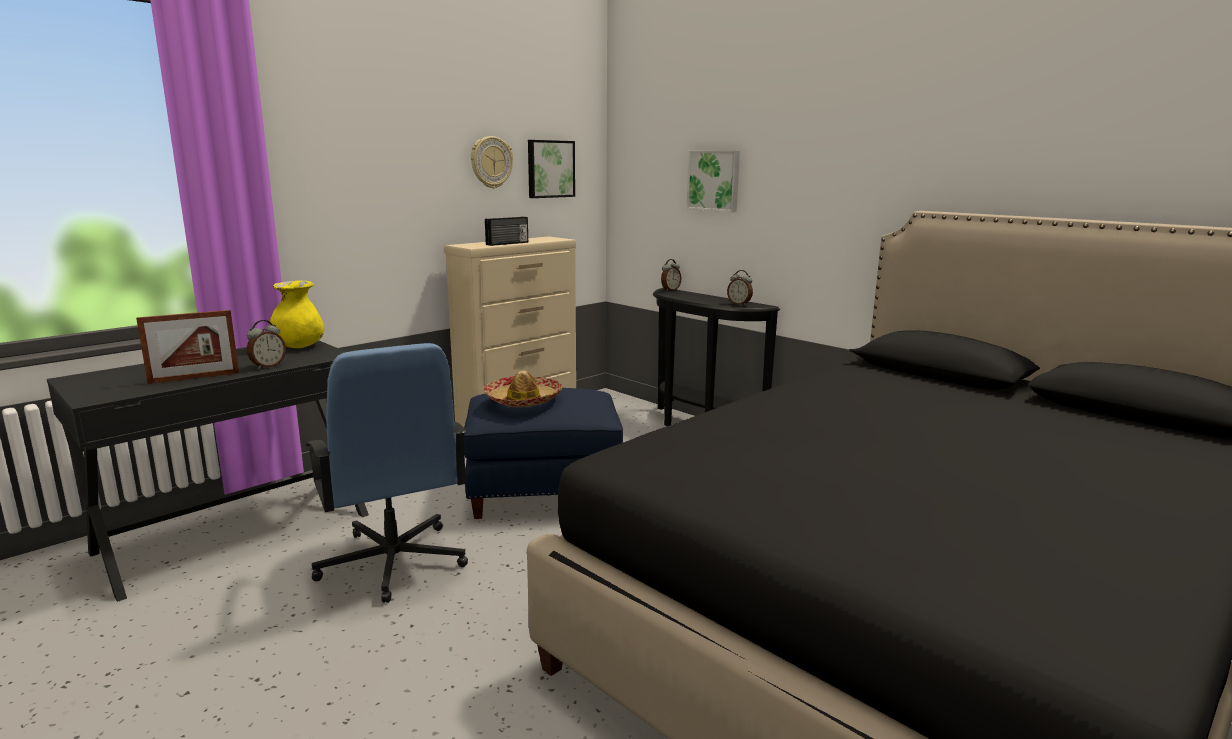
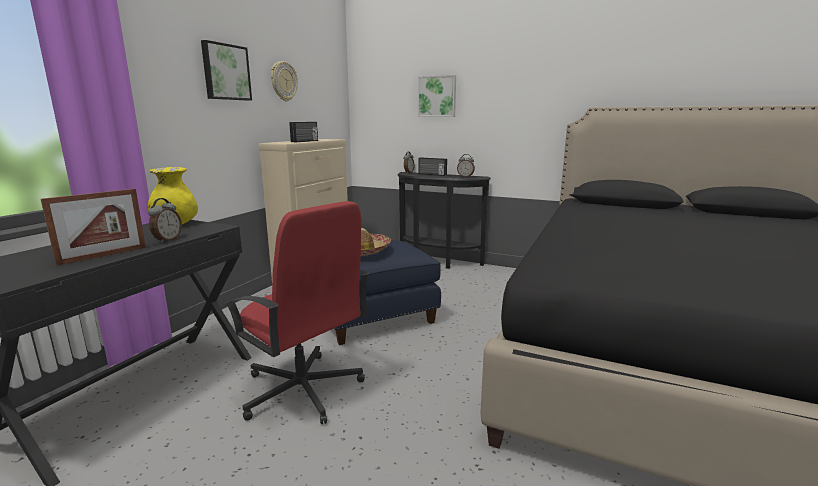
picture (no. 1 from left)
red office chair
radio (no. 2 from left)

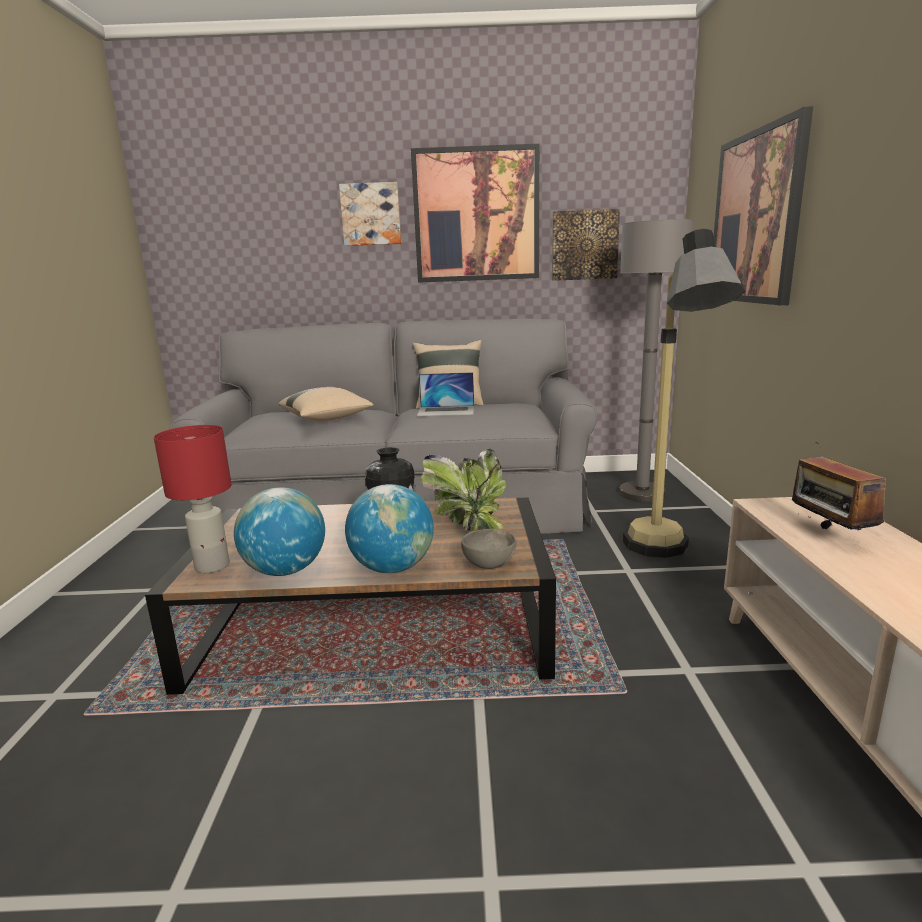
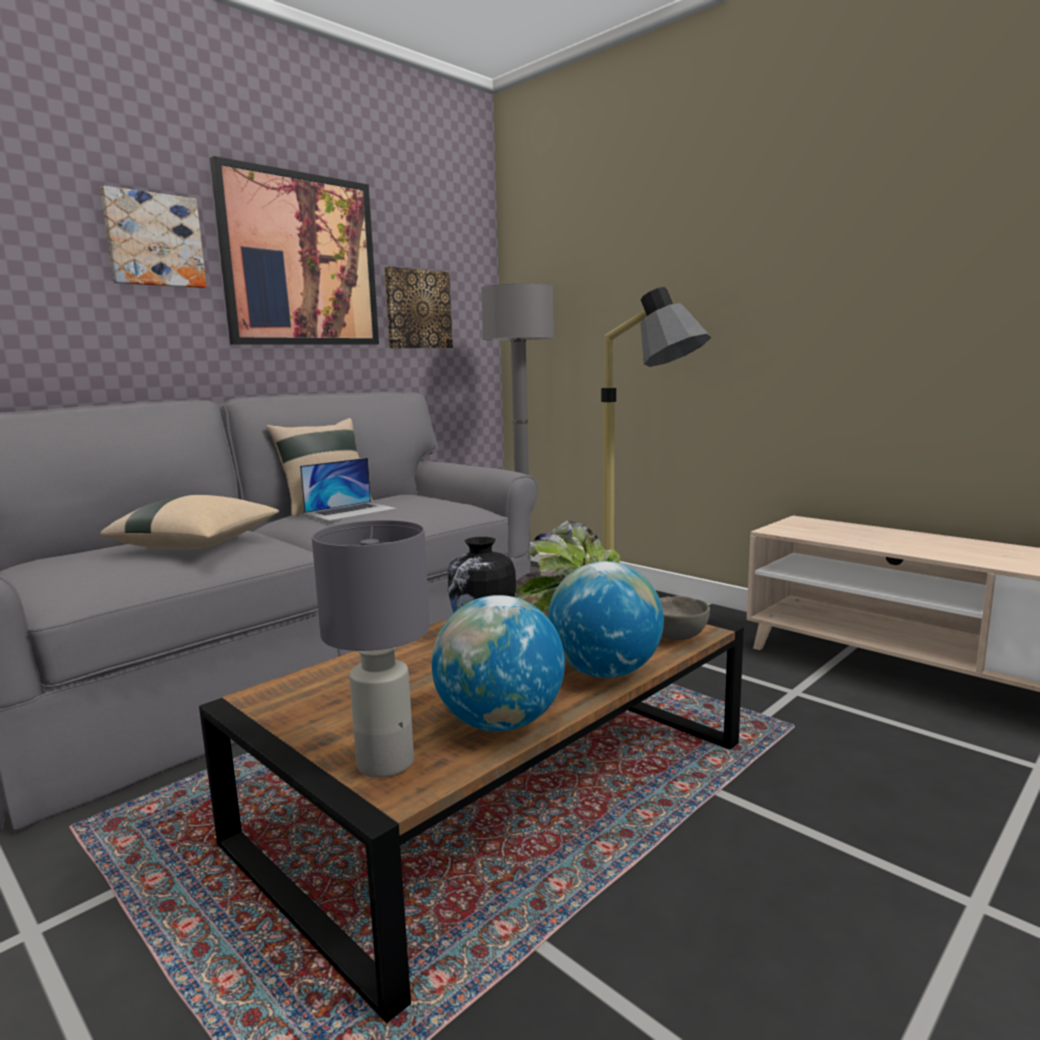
grey table lamp
picture (no. 4 from left in the first image)
radio

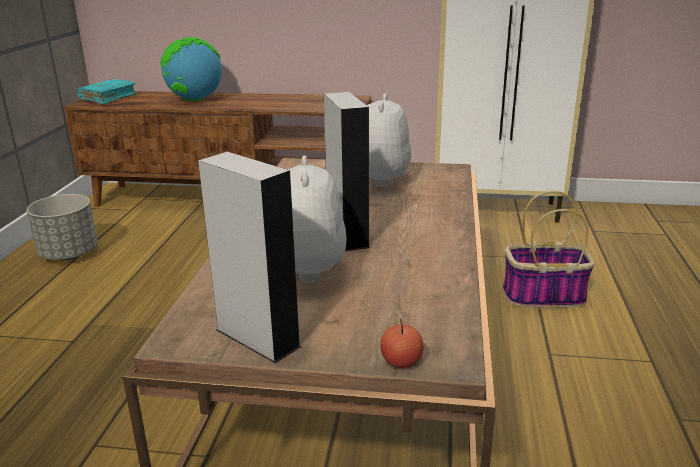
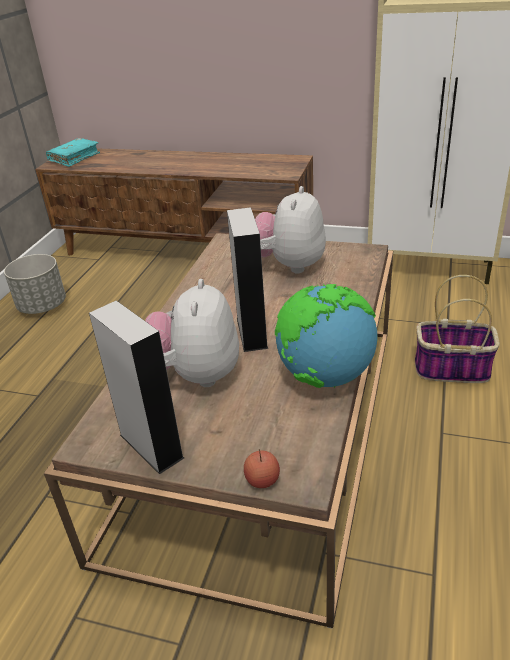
globe

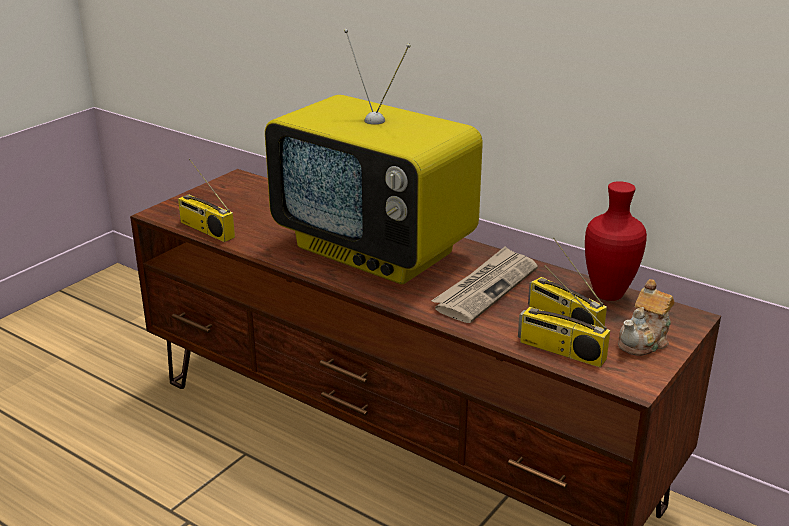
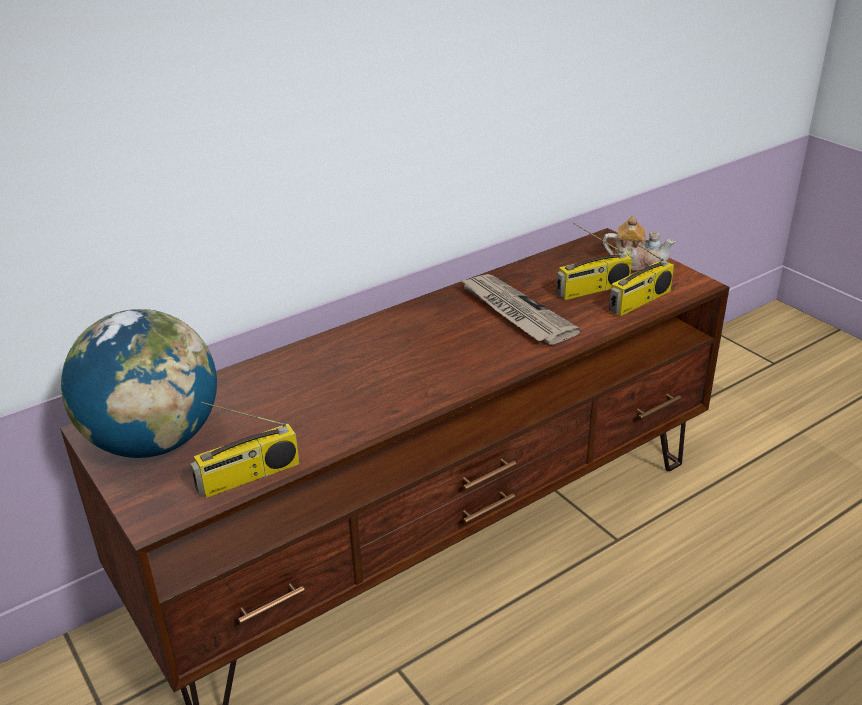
globe
teapot
television
red vase

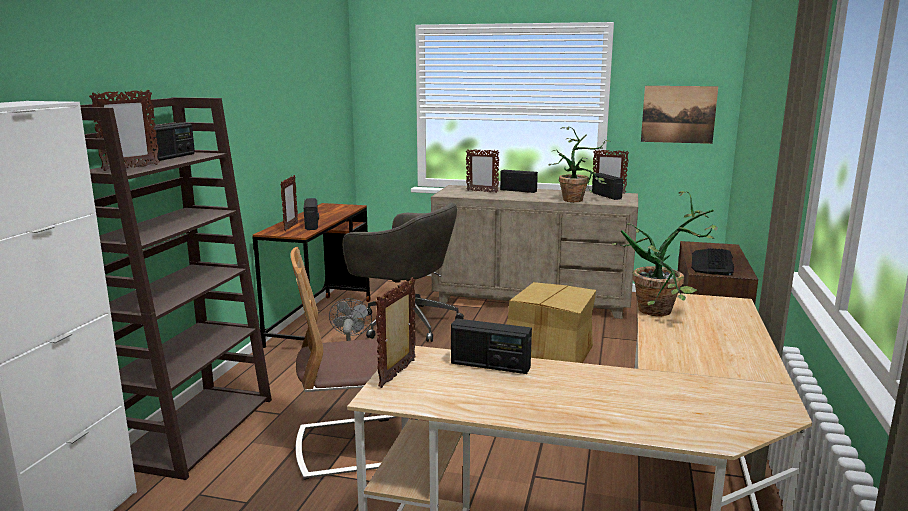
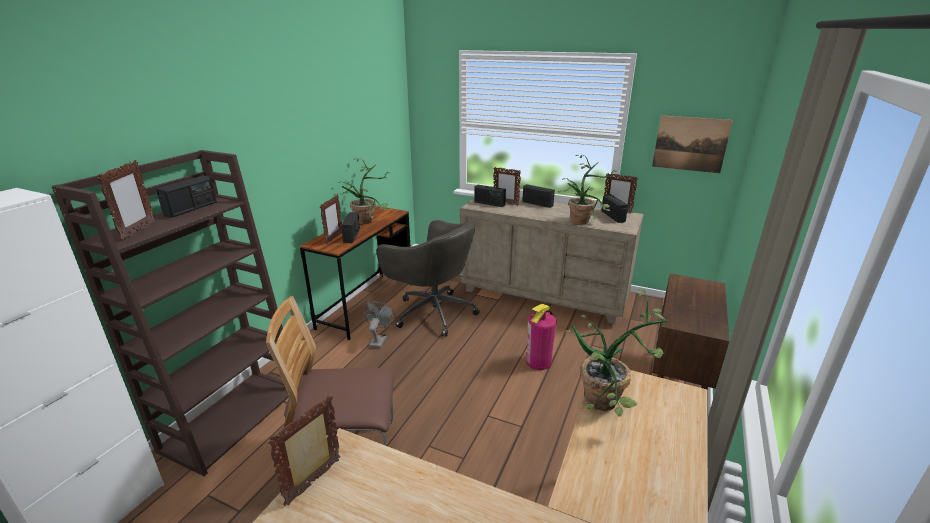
picture frame (no. 1 from left)
potted plant (no. 1 from left)
radio (no. 3 from left)
fire extinguisher
keyboard

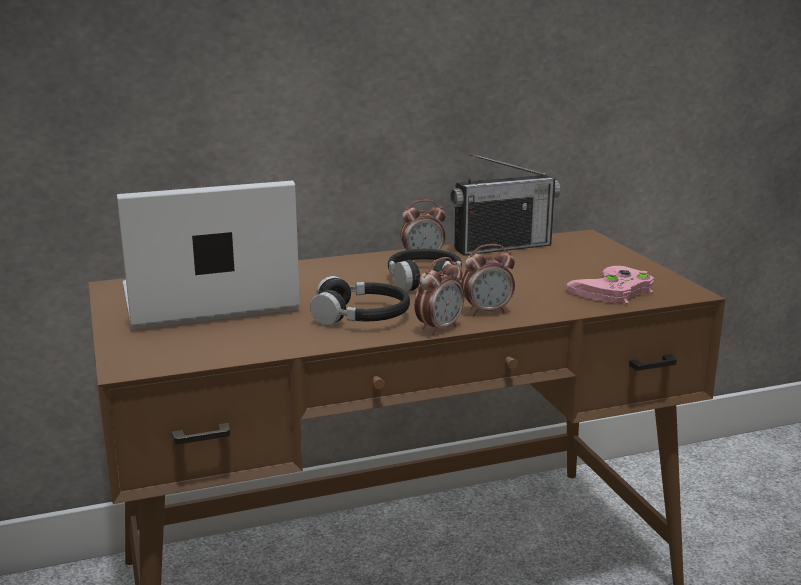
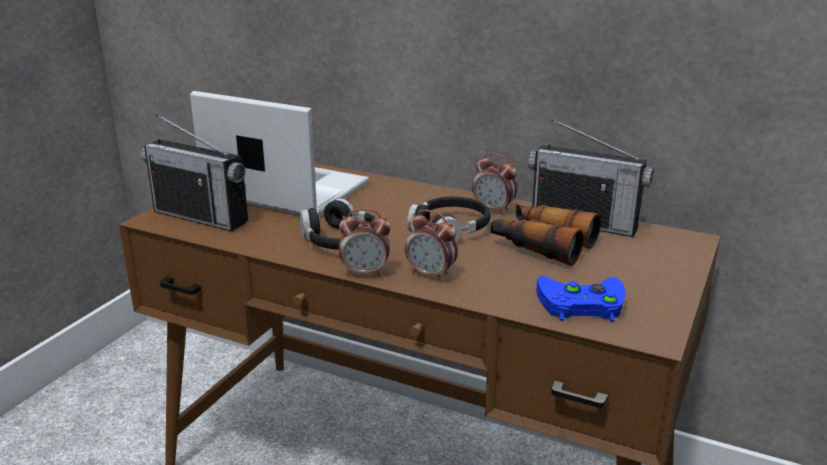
radio (no. 1 from left)
binoculars
blue game controller

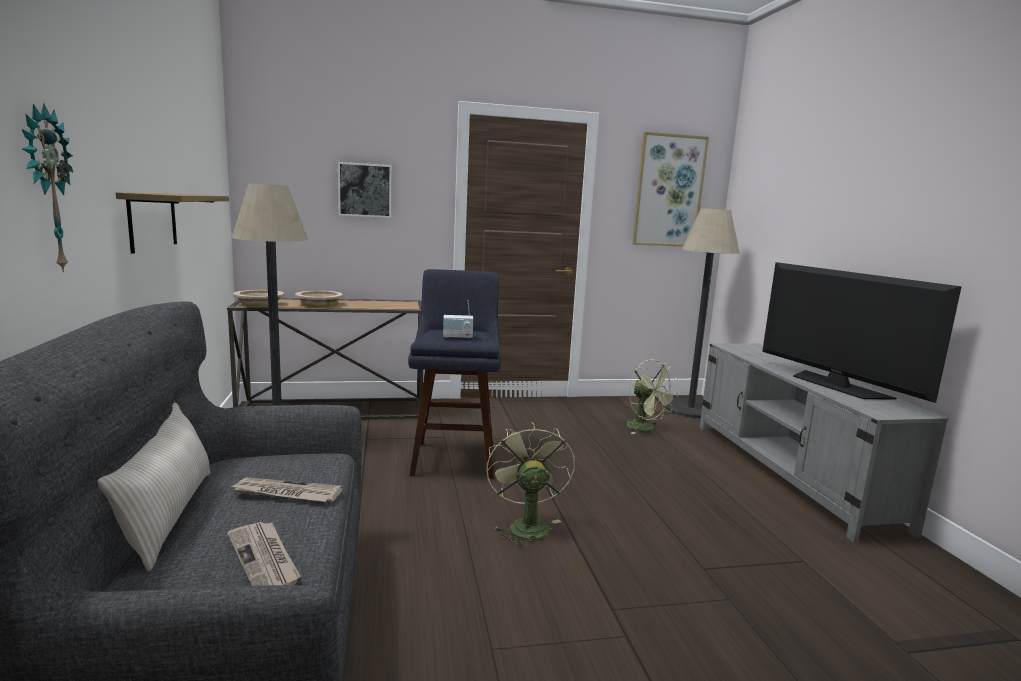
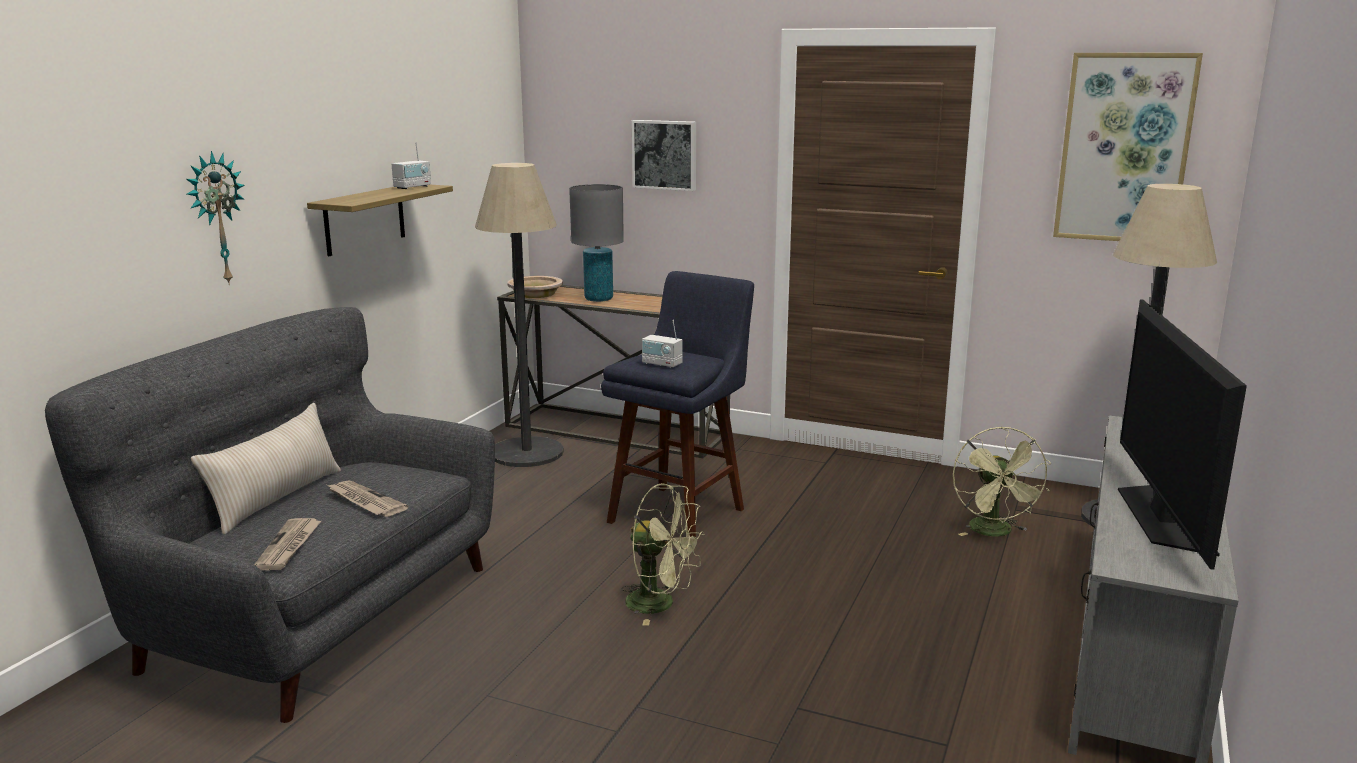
radio (no. 1 from left)
grey table lamp
green fan (no. 1 from left)

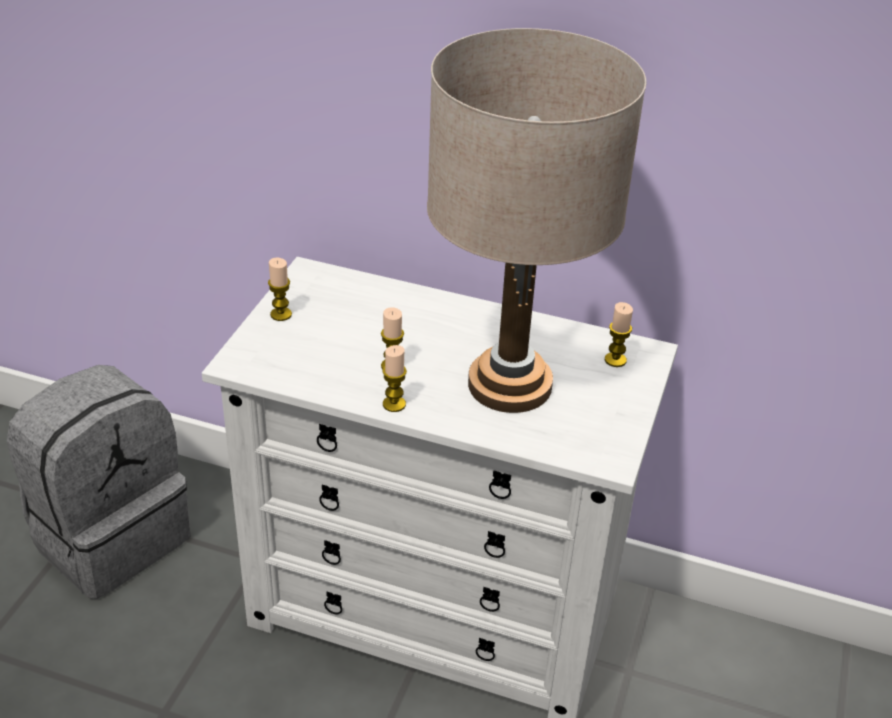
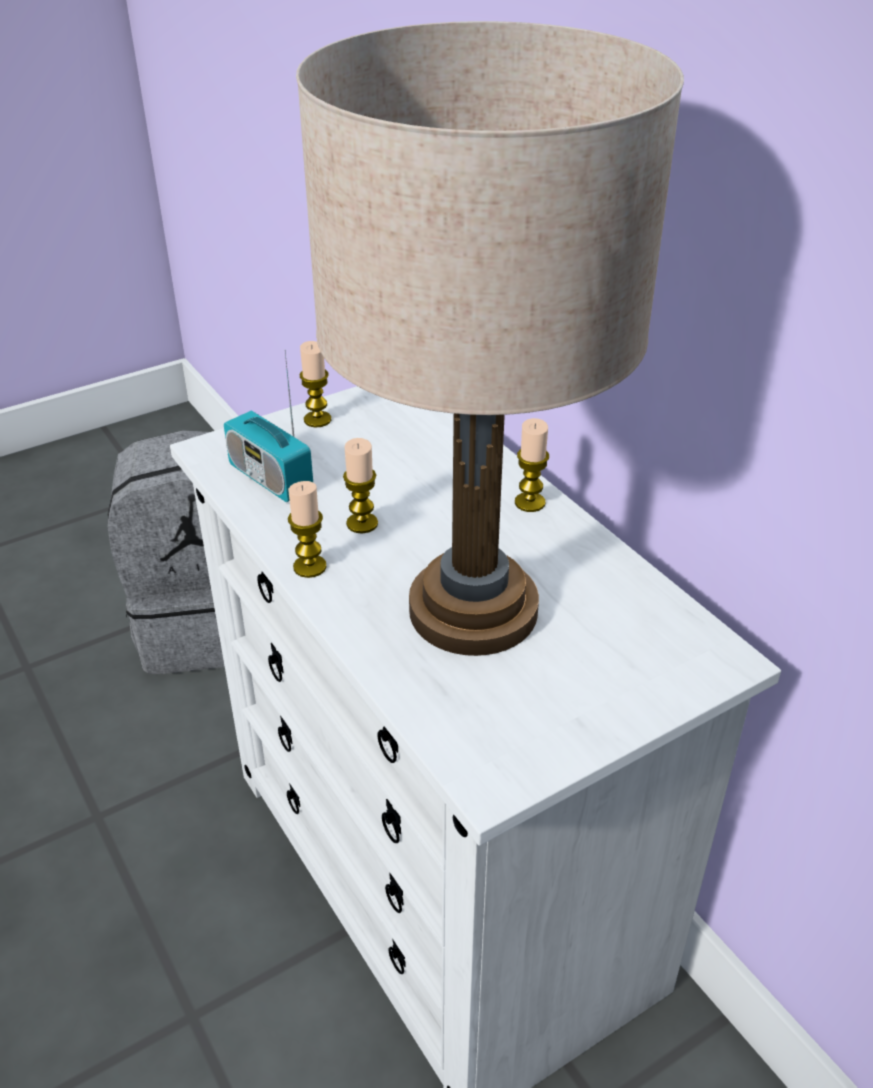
radio
candle (no. 4 from left)

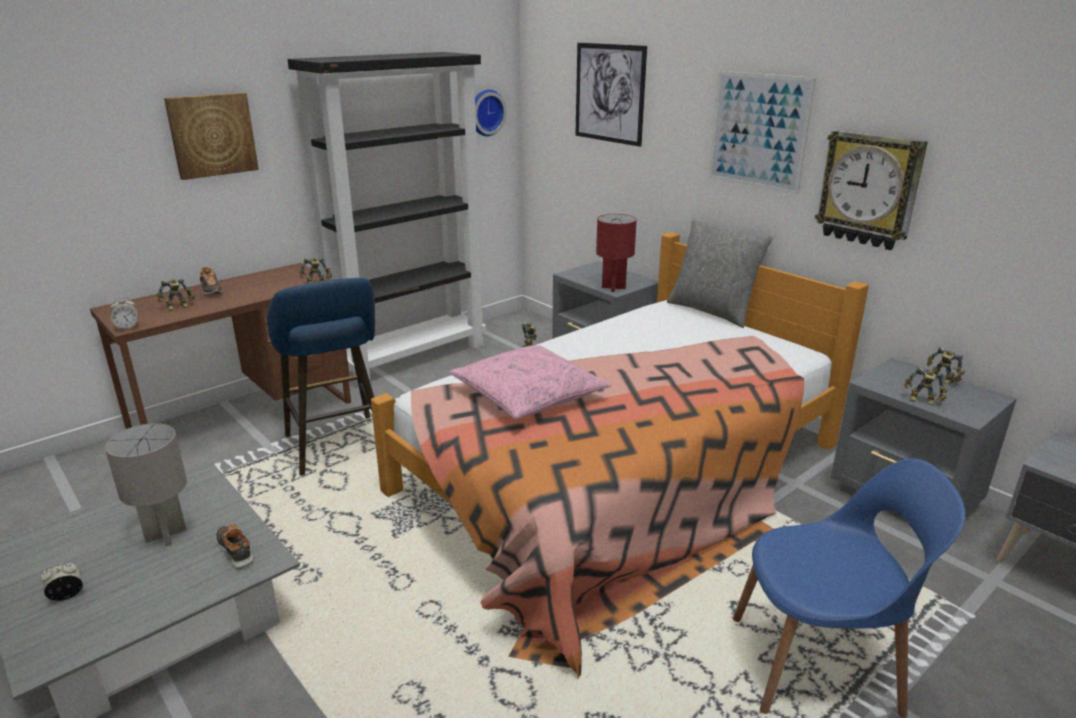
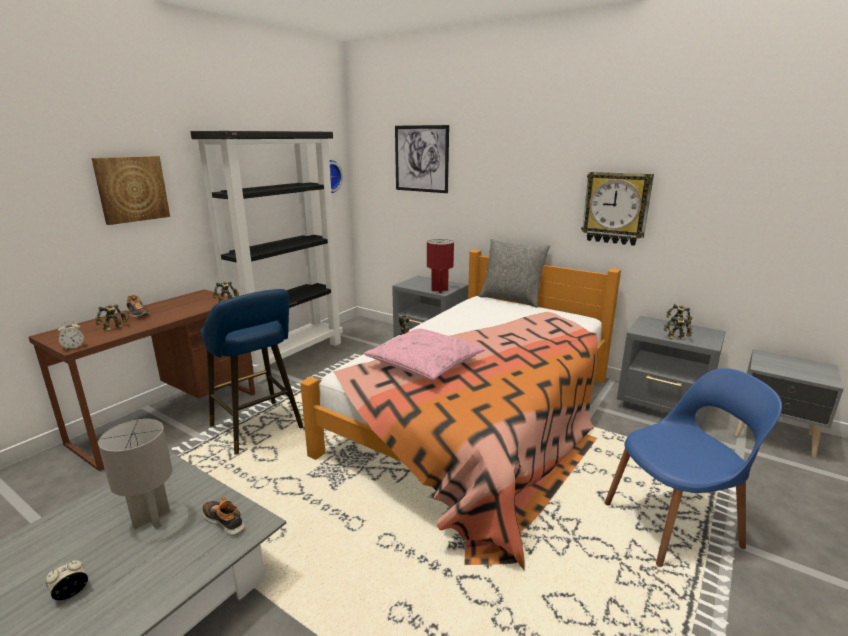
picture (no. 3 from left in the first image)

